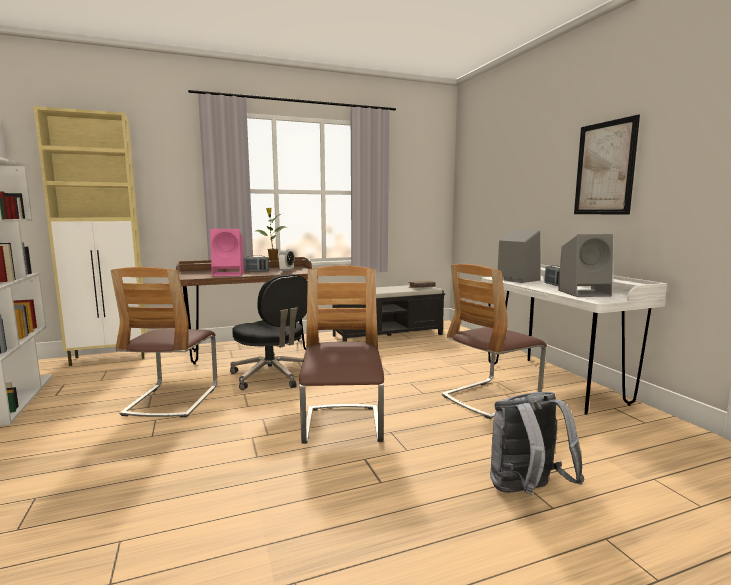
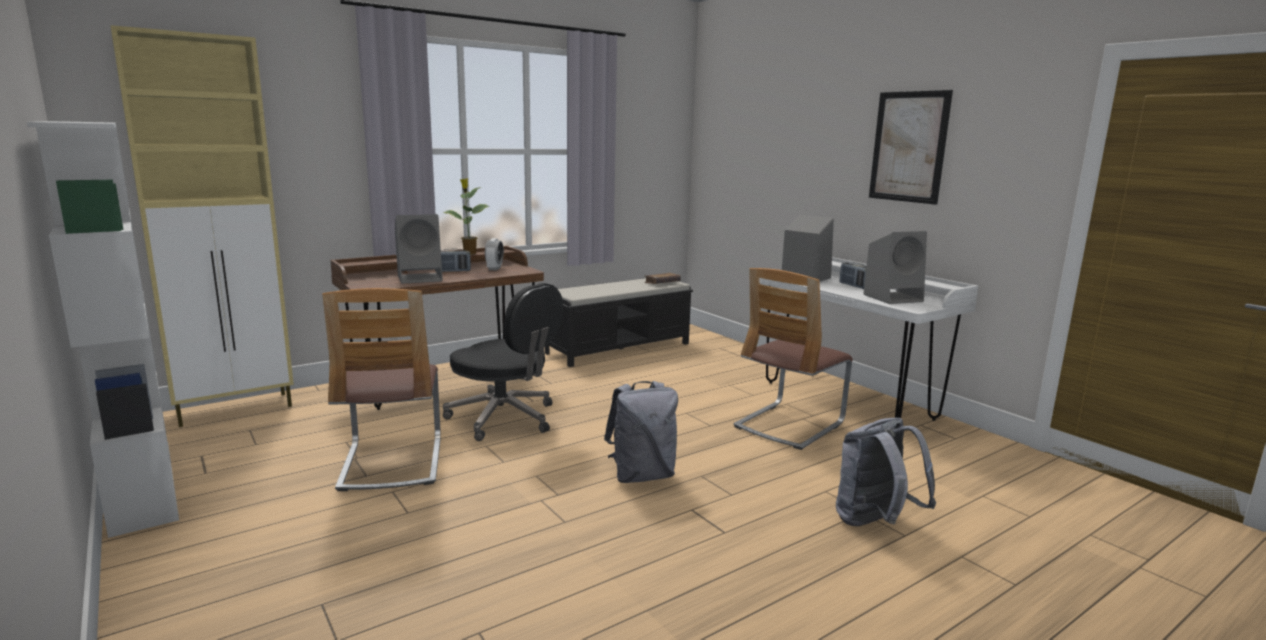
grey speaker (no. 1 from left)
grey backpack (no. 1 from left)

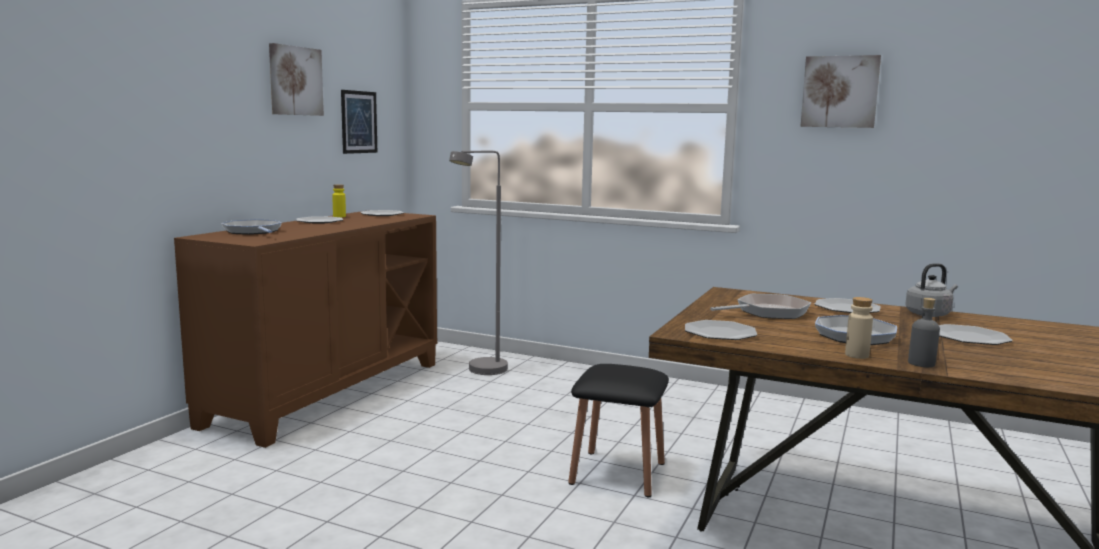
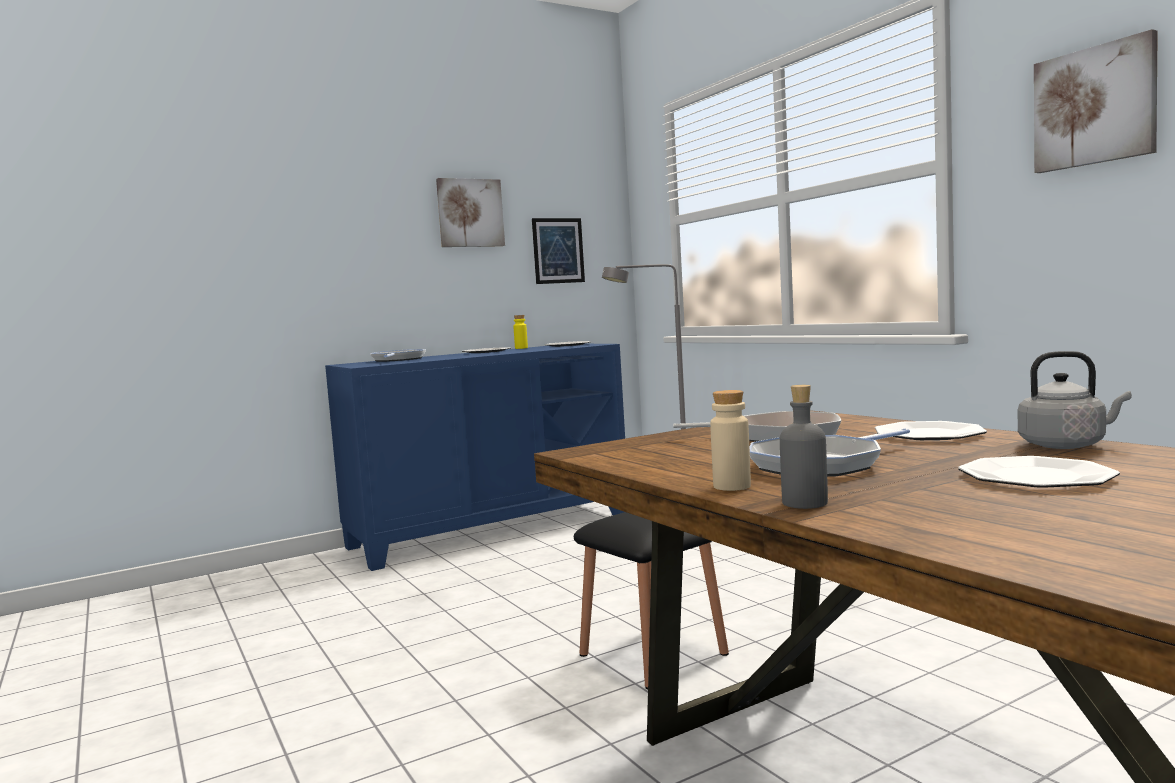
blue cabinet
plate (no. 3 from left in the first image)

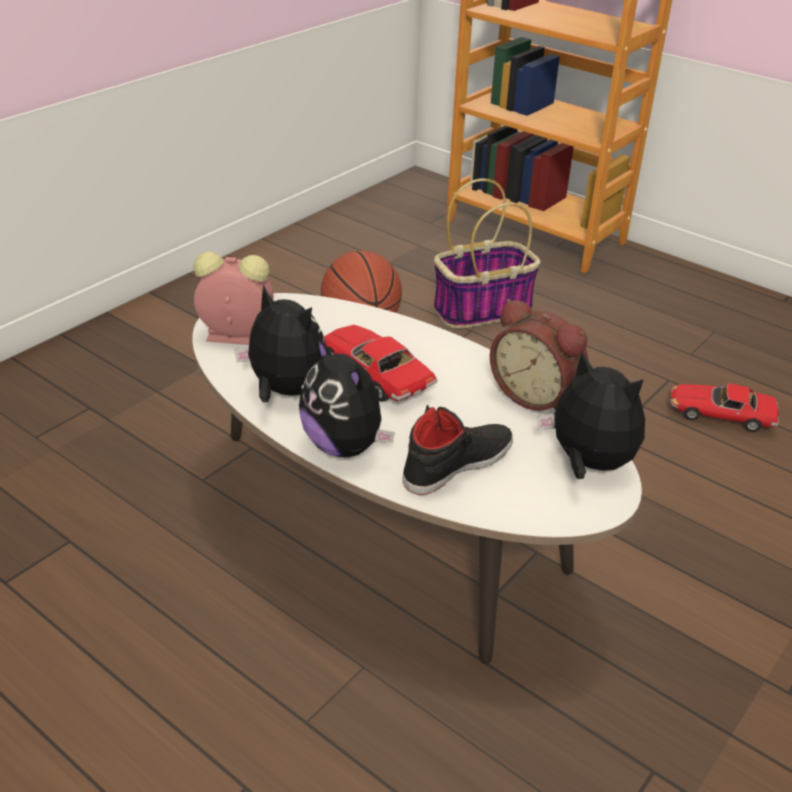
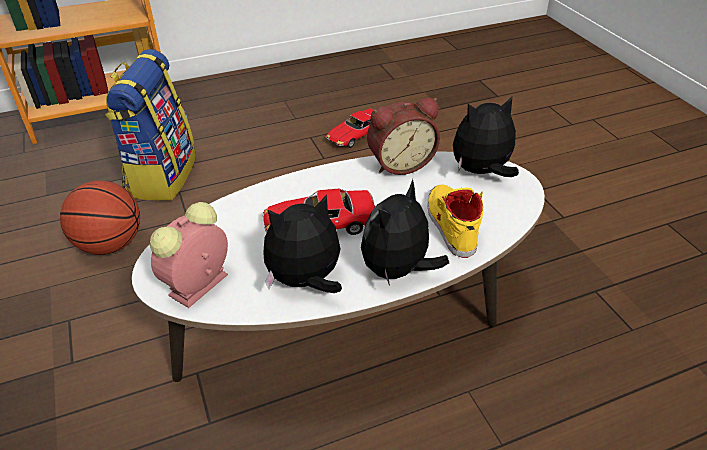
backpack
plush toy (no. 2 from left)
yellow shoe

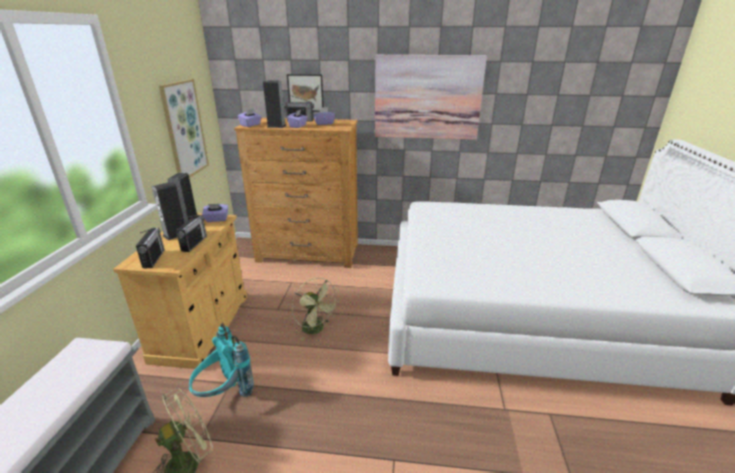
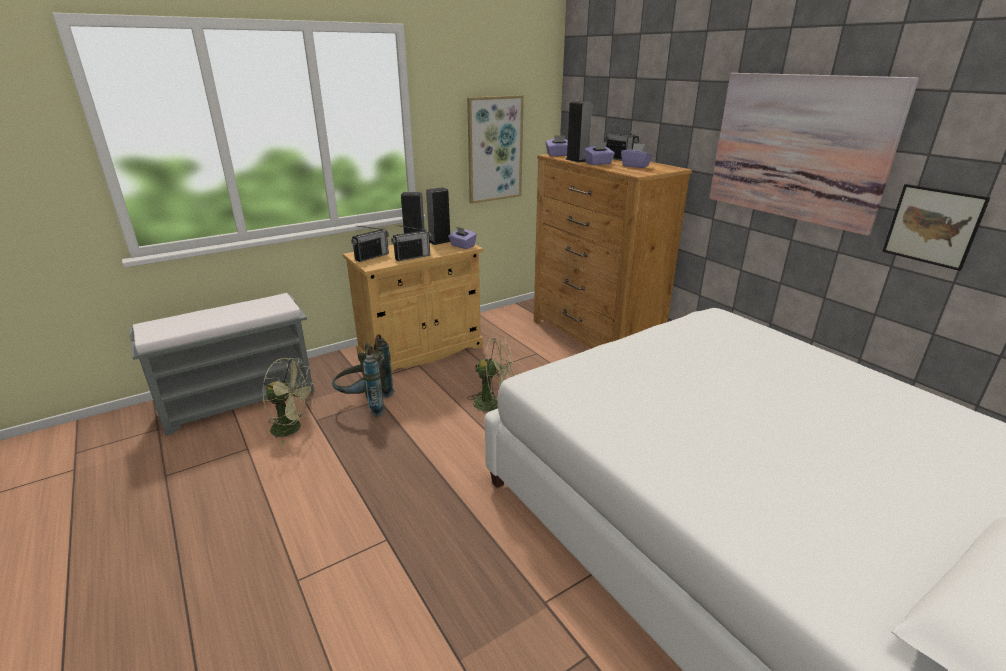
grey backpack
green fan (no. 2 from left)
picture (no. 3 from left)

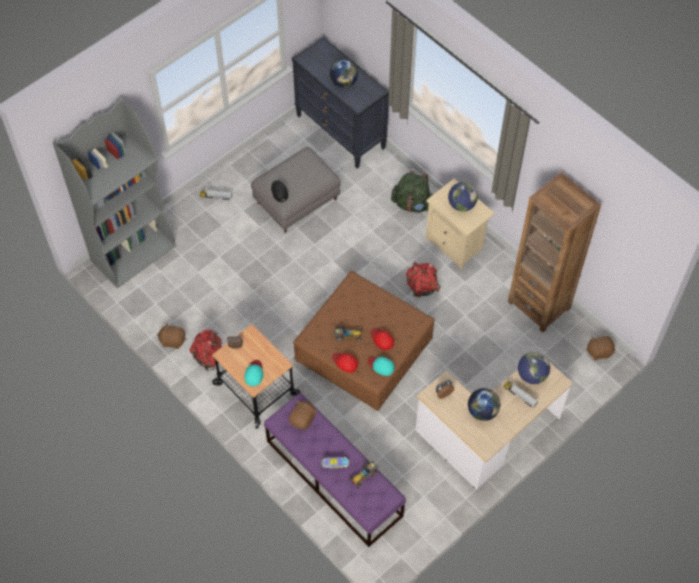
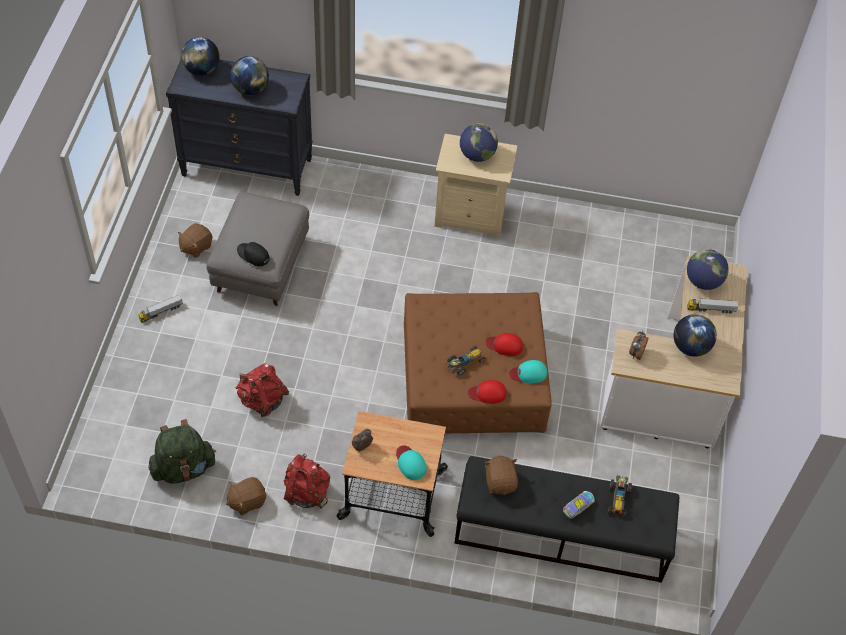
green backpack
brown plush toy (no. 1 from left)
globe (no. 1 from left)
red backpack (no. 1 from left)
black bench
grey bookcase
brown bookcase

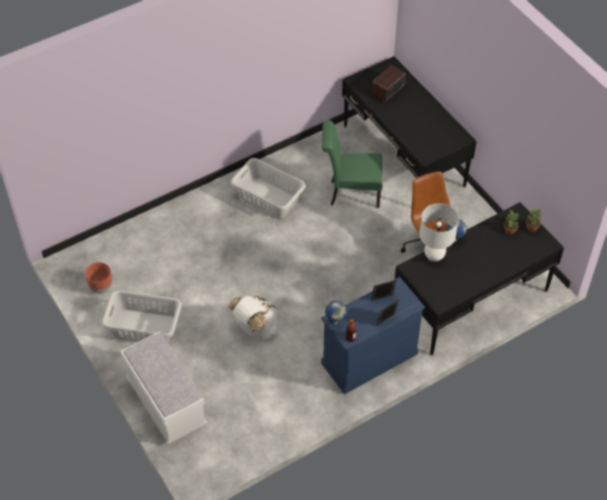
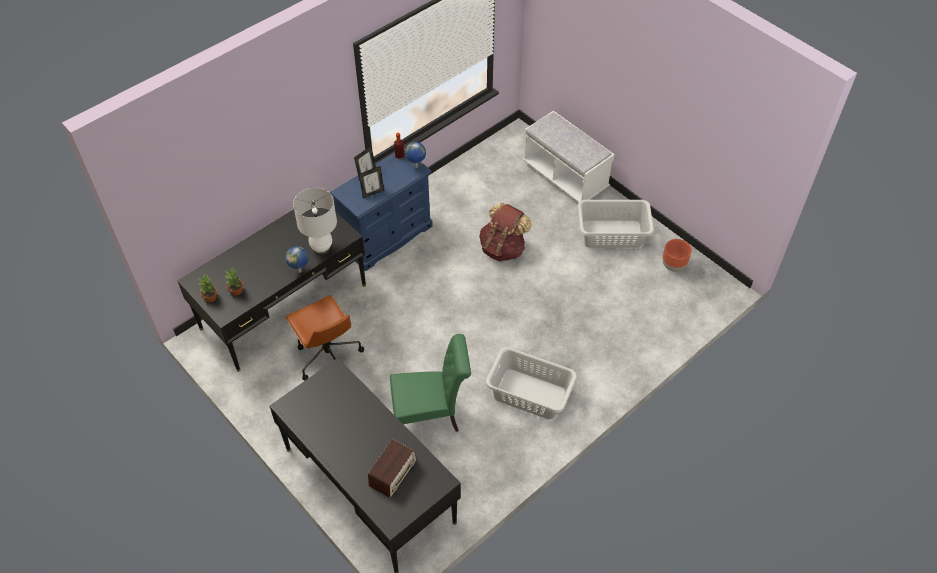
brown backpack

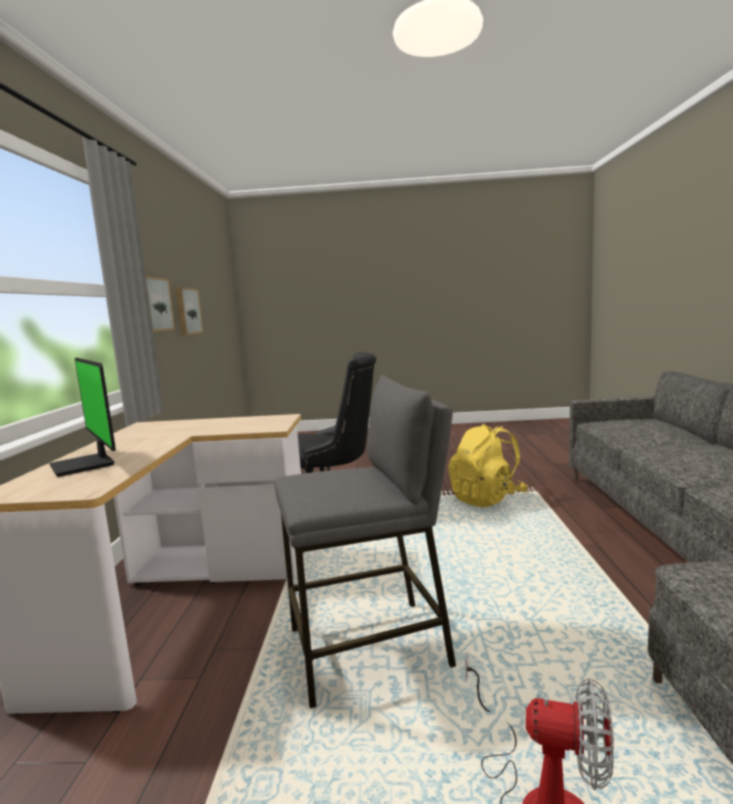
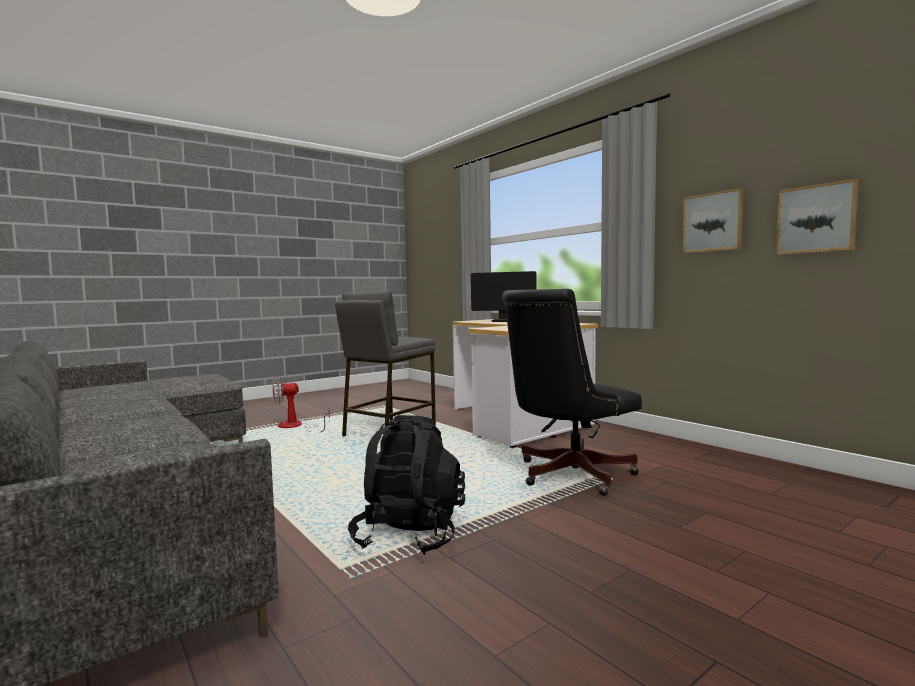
black backpack

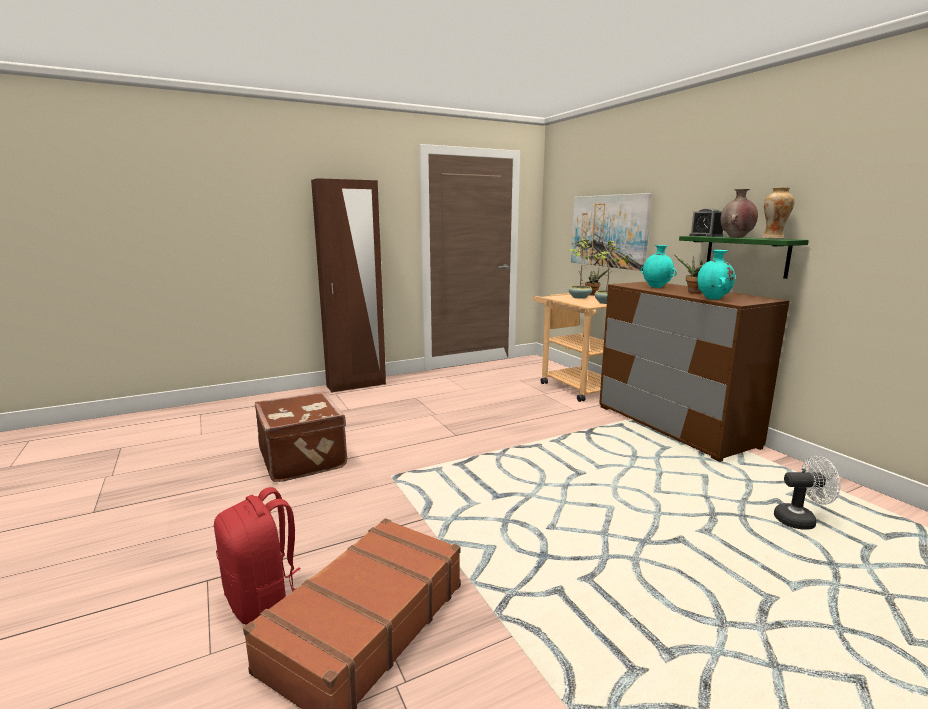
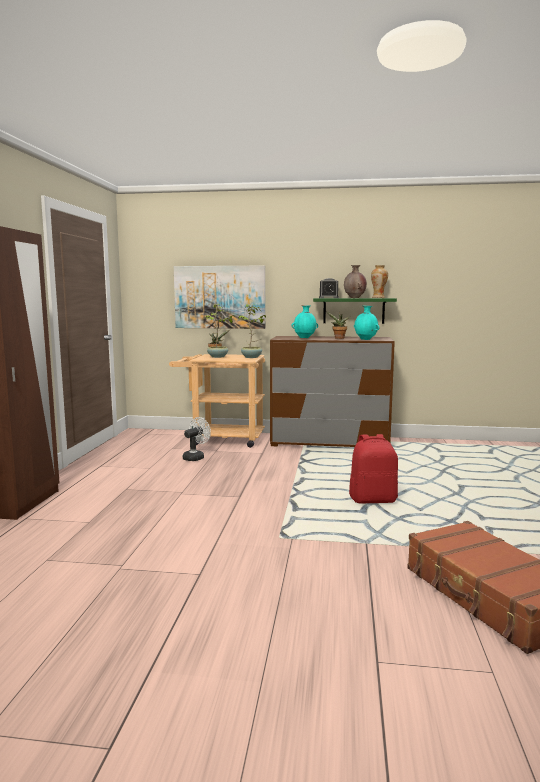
white fan
red backpack
brown suitcase (no. 1 from left in the first image)

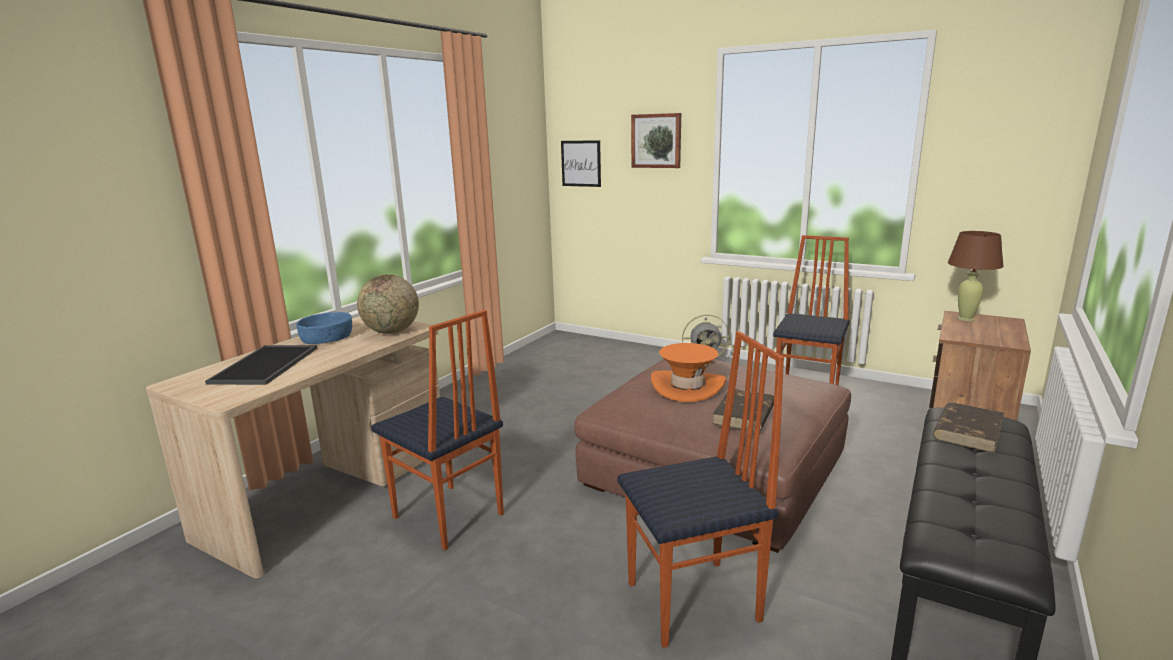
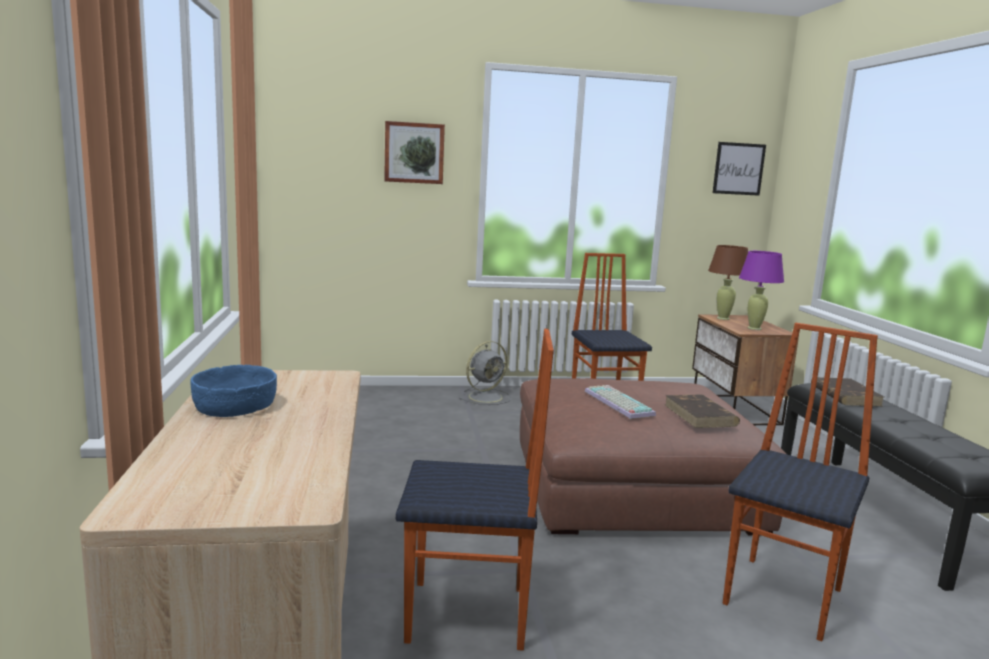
keyboard
picture (no. 2 from left)
purple table lamp
tray
globe

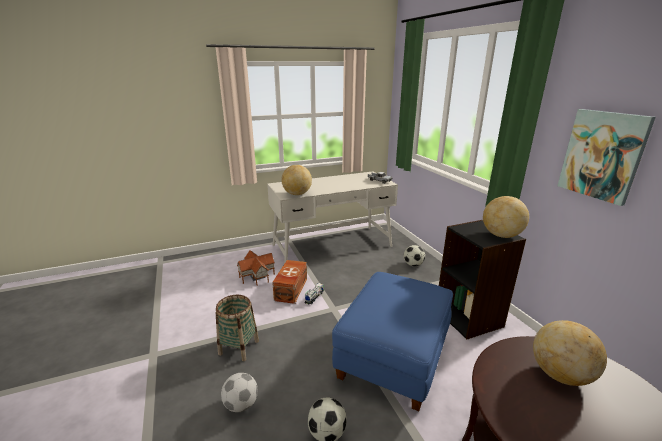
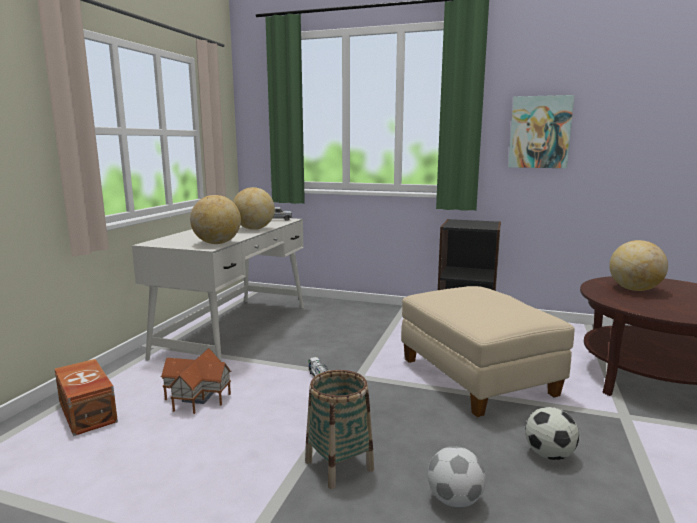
brown storage box
globe (no. 2 from left)
beige ottoman
football (no. 3 from left in the first image)

